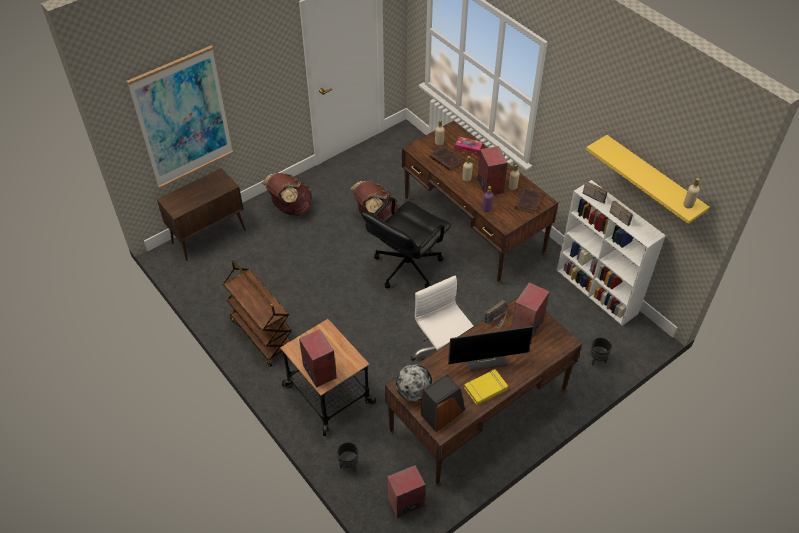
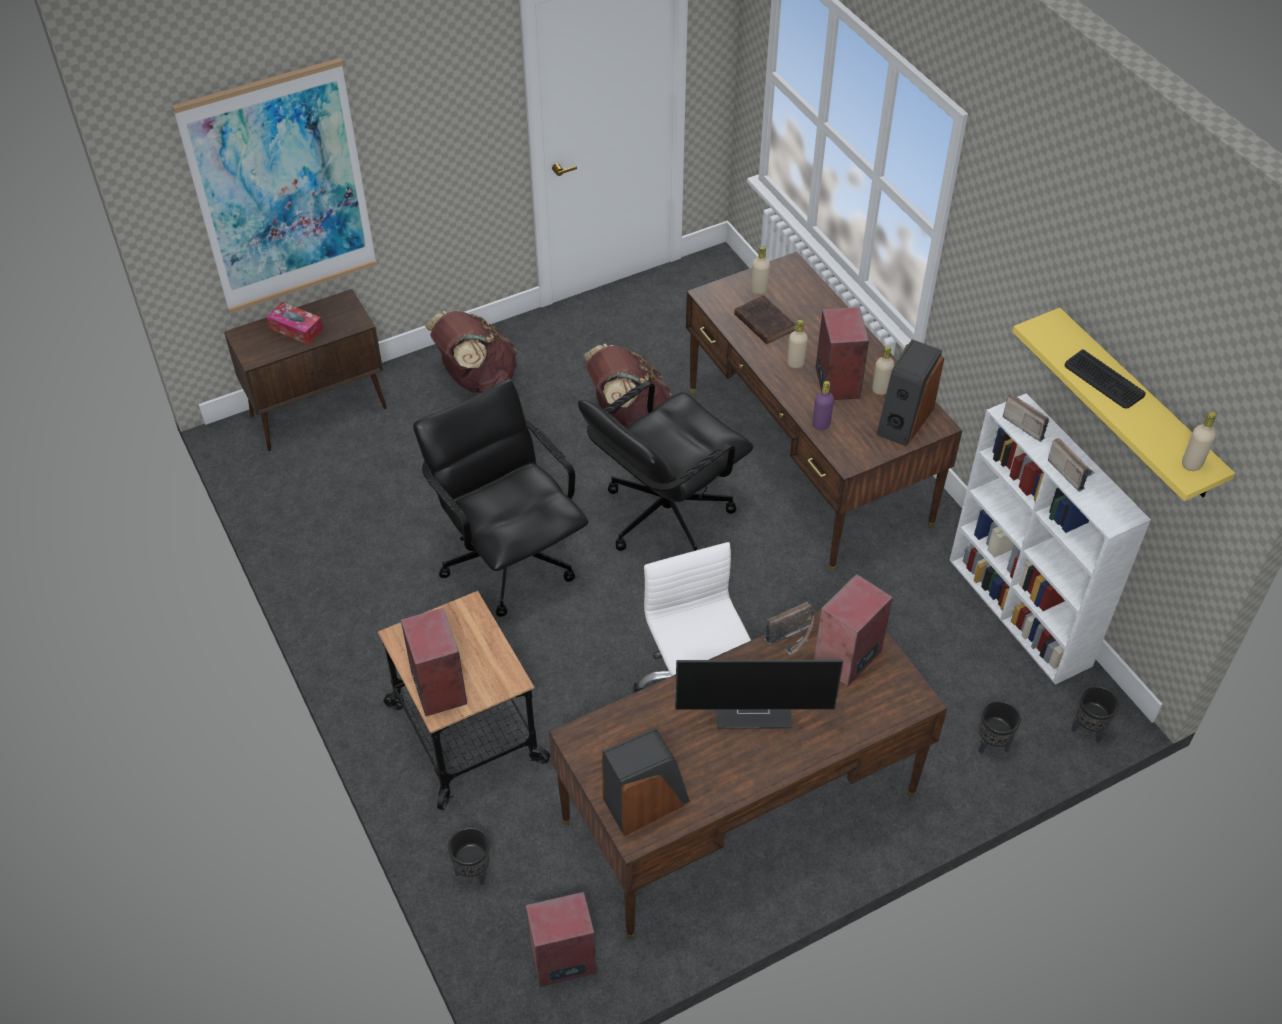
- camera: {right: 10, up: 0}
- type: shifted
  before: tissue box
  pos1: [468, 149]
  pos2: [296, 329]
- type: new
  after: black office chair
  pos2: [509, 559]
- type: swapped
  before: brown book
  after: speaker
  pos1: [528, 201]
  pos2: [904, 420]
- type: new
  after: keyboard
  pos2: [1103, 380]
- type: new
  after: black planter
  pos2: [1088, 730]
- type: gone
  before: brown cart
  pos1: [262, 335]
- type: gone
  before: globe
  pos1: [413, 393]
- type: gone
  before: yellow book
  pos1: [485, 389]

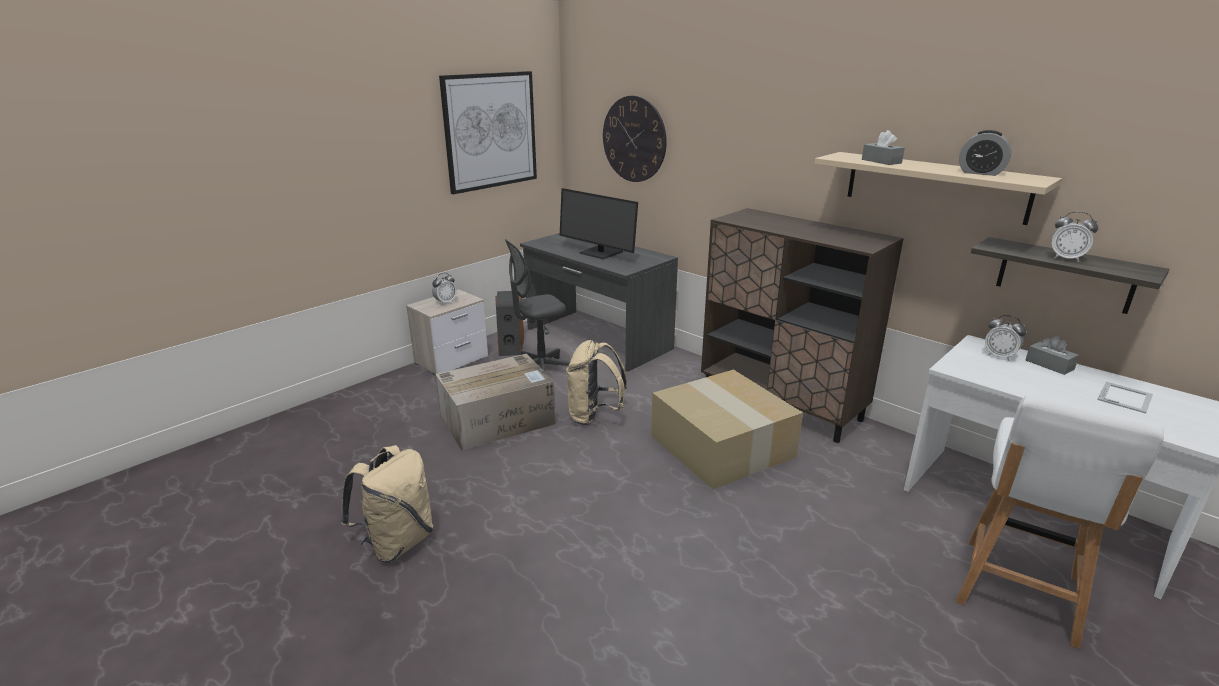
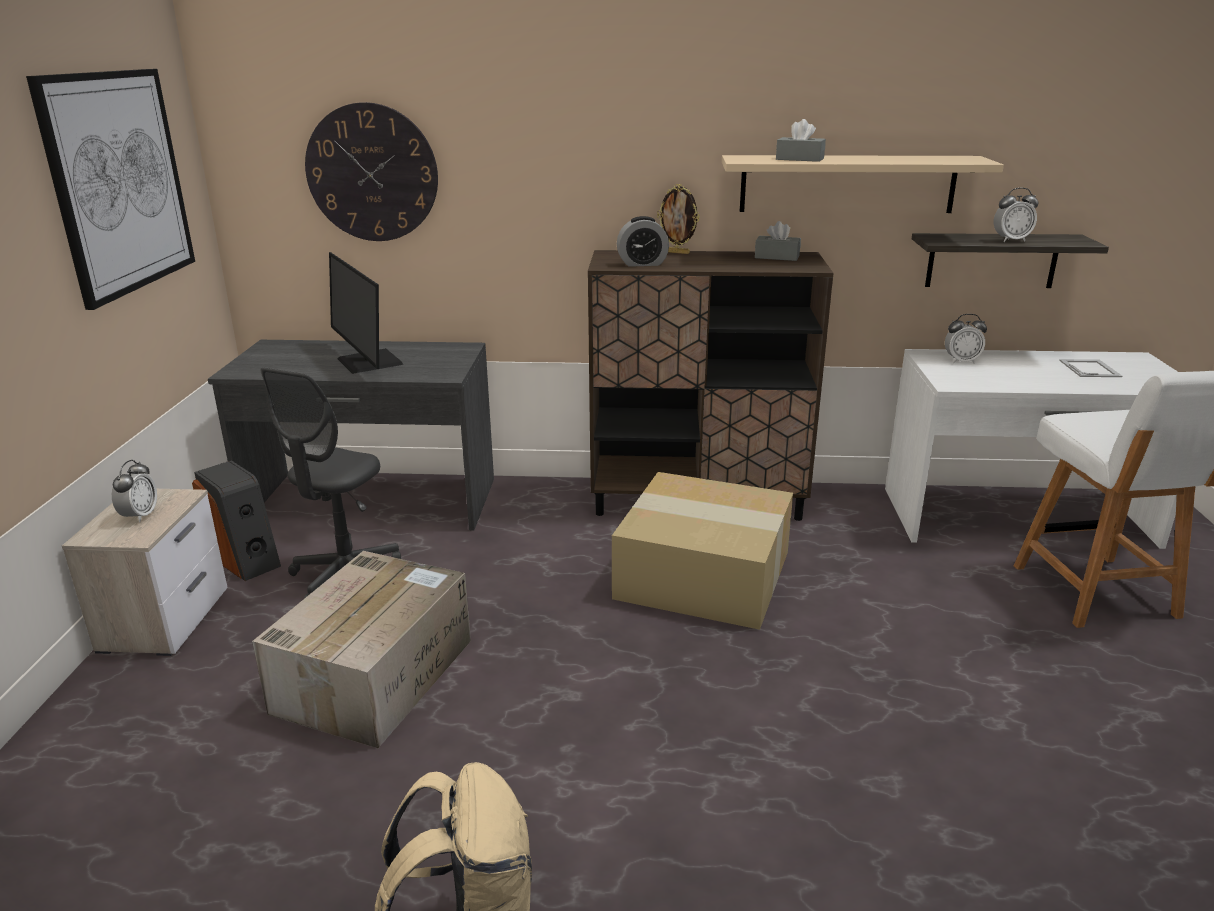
- camera: {right: -40, up: 0}
- type: rotated
  before: monitor
  pos1: [600, 253]
  pos2: [368, 362]
  turn: 60
- type: shifted
  before: alarm clock
  pos1: [980, 173]
  pos2: [642, 264]
- type: new
  after: picture frame
  pos2: [677, 252]
- type: shifted
  before: grey tissue box
  pos1: [1049, 365]
  pos2: [777, 257]
- type: gone
  before: beige backpack
  pos1: [594, 416]

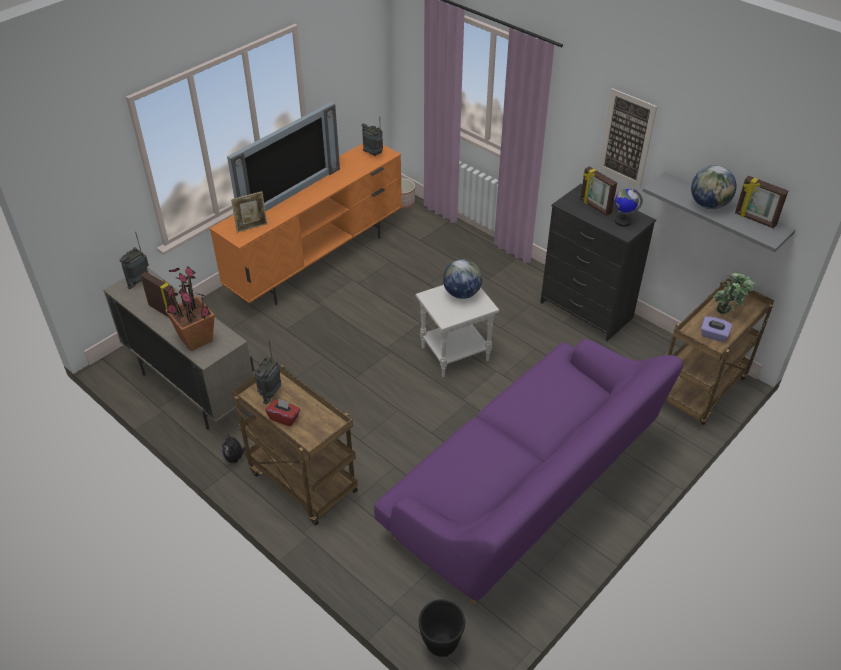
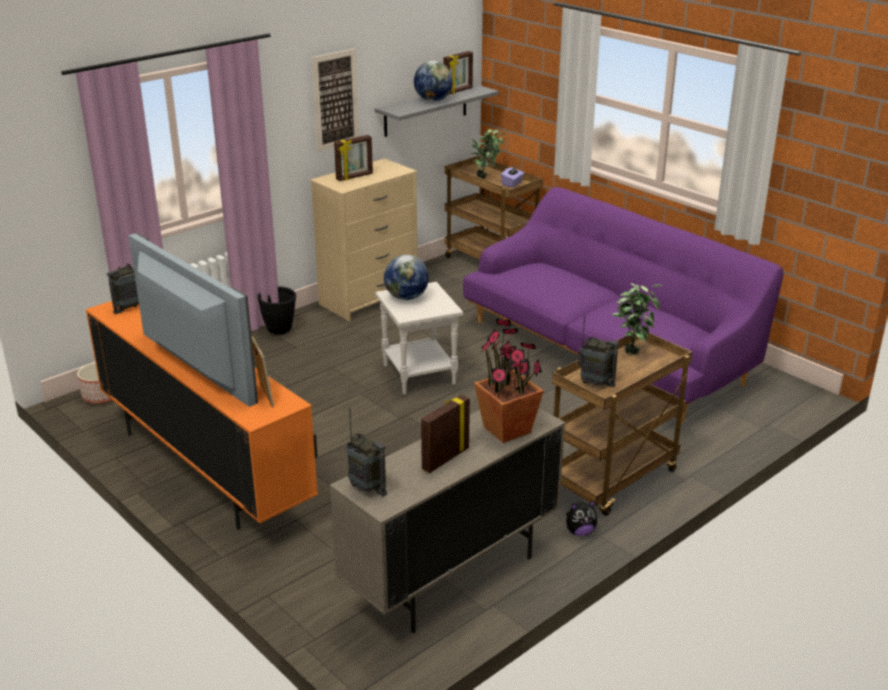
- camera: {right: -85, up: -15}
- type: shifted
  before: black planter
  pos1: [441, 645]
  pos2: [279, 330]
- type: repainted
  before: black dresser
  after: beige dresser
  pos1: [586, 310]
  pos2: [369, 299]
- type: new
  after: potted plant
  pos2: [632, 349]
- type: gone
  before: red tissue box
  pos1: [284, 418]
- type: gone
  before: globe
  pos1: [622, 221]

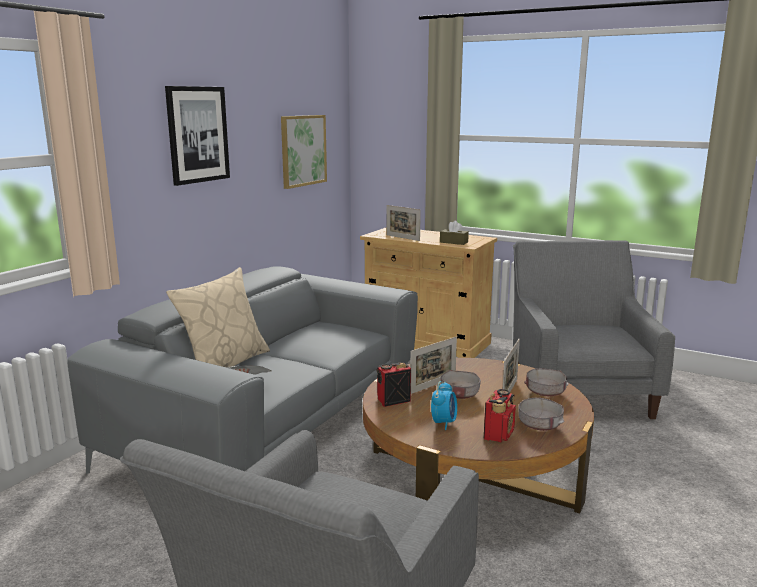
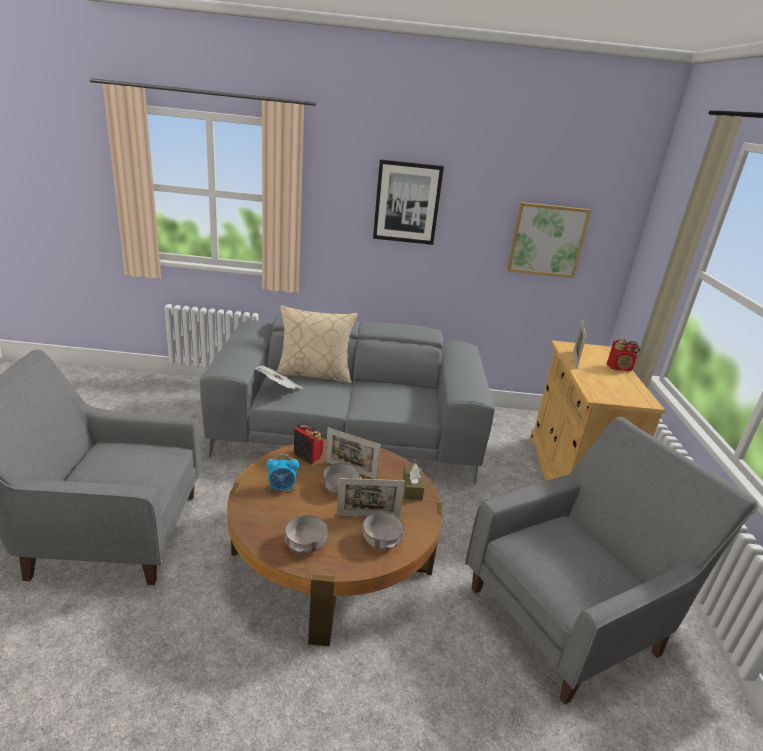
- camera: {right: 60, up: 10}
- type: shifted
  before: brown tissue box
  pos1: [453, 242]
  pos2: [412, 488]
- type: shifted
  before: radio
  pos1: [499, 434]
  pos2: [619, 368]

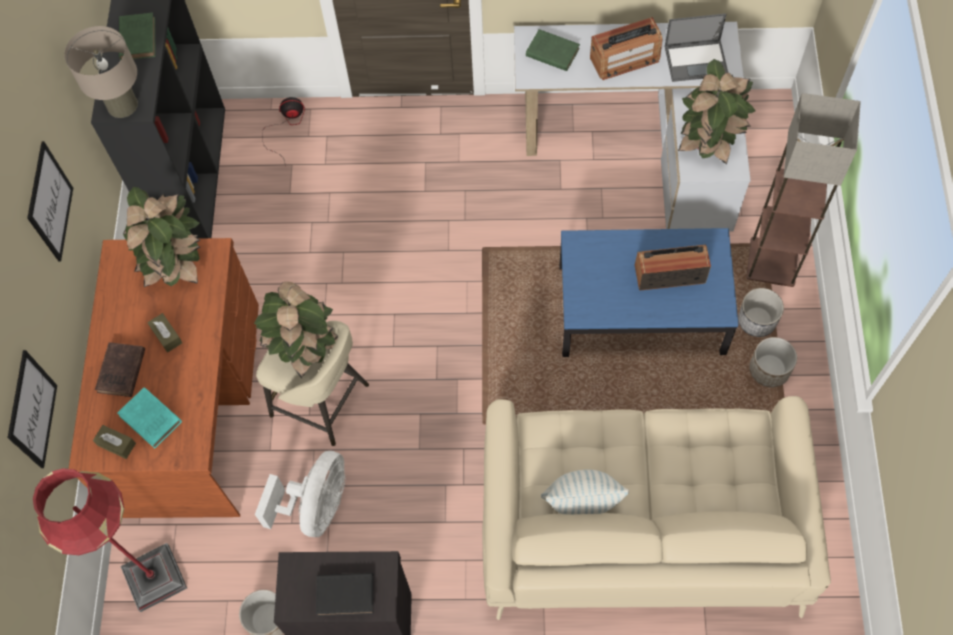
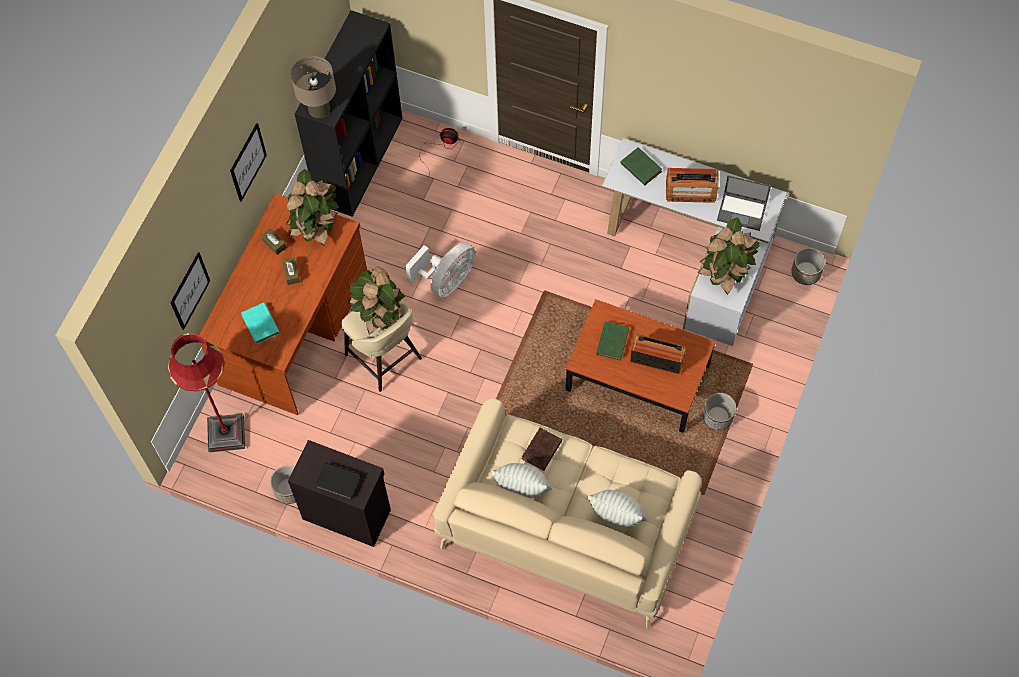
- camera: {right: 20, up: 0}
- type: shifted
  before: brown tissue box
  pos1: [116, 444]
  pos2: [274, 244]
- type: shifted
  before: white fan
  pos1: [317, 506]
  pos2: [446, 281]
- type: shifted
  before: brown book
  pos1: [121, 372]
  pos2: [541, 451]
- type: repainted
  before: blue coffee table
  after: brown coffee table
  pos1: [640, 309]
  pos2: [637, 378]
- type: new
  after: pillow
  pos2: [616, 516]
- type: shifted
  before: green book
  pos1: [138, 38]
  pos2: [612, 341]
- type: shifted
  before: planter
  pos1: [769, 370]
  pos2: [806, 273]
- type: gone
  before: floor lamp
  pos1: [773, 263]

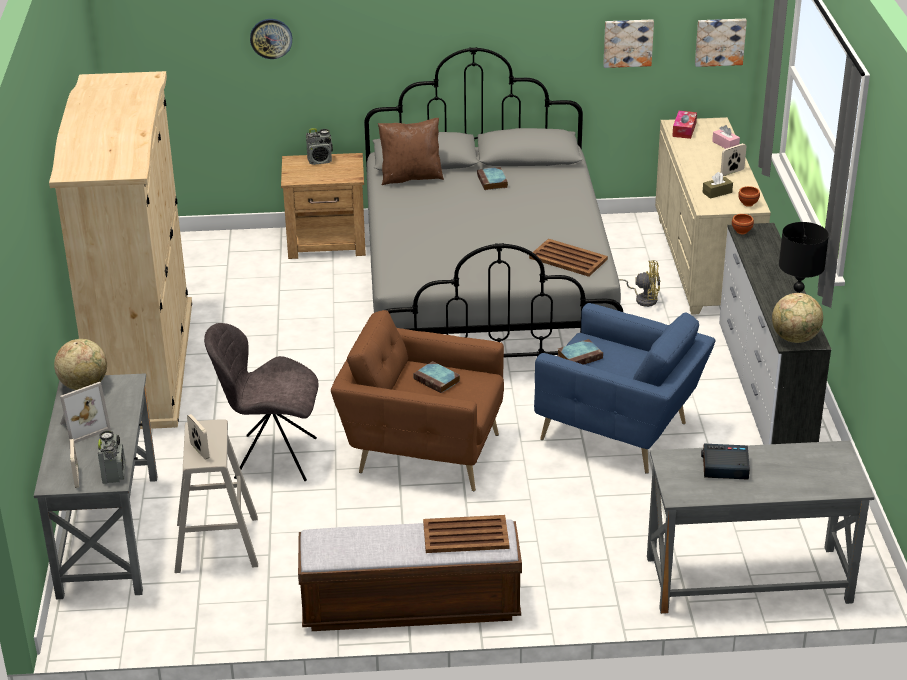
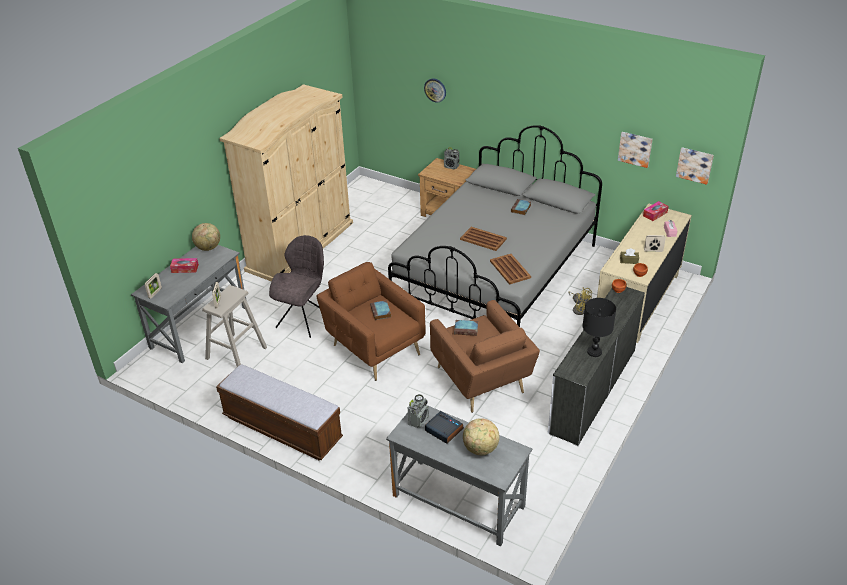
- camera: {right: 35, up: 5}
- type: swapped
  before: picture frame
  after: tissue box
  pos1: [82, 427]
  pos2: [185, 268]
- type: rotated
  before: grey chair
  pos1: [272, 458]
  pos2: [304, 319]
  turn: 75
- type: shifted
  before: radio
  pos1: [114, 473]
  pos2: [418, 420]
- type: repainted
  before: blue armchair
  after: brown armchair
  pos1: [619, 433]
  pos2: [481, 382]
- type: shifted
  before: brown tray
  pos1: [464, 535]
  pos2: [483, 239]
- type: shifted
  before: globe
  pos1: [795, 339]
  pos2: [480, 449]
- type: gone
  before: brown pillow
  pos1: [411, 177]

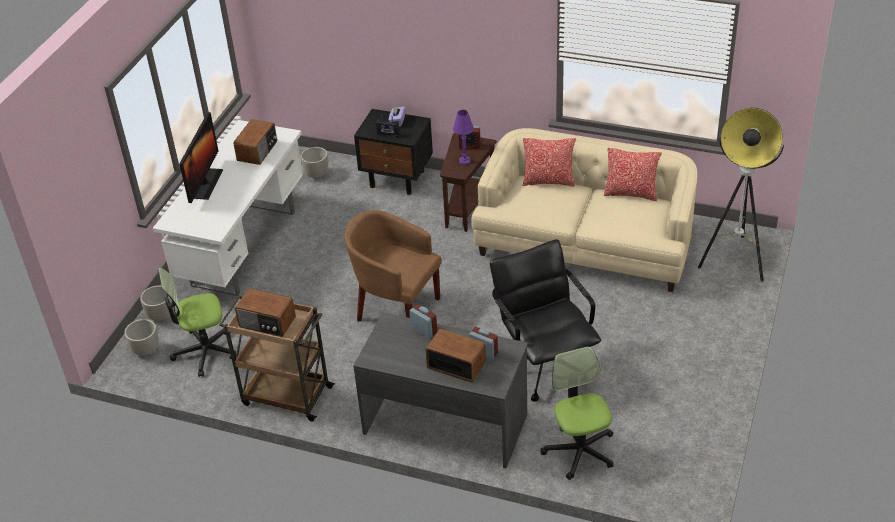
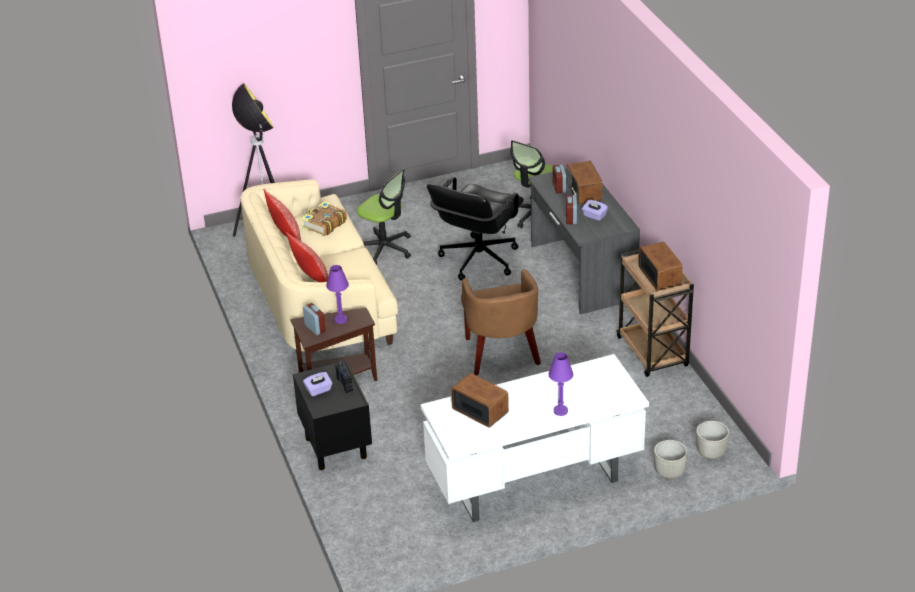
- camera: {right: -130, up: -5}
- type: new
  after: book
  pos2: [324, 224]
- type: shifted
  before: office chair
  pos1: [205, 351]
  pos2: [385, 248]
- type: rotated
  before: radio
  pos1: [258, 151]
  pos2: [480, 410]
  turn: 60
- type: swapped
  before: monitor
  after: purple table lamp
  pos1: [205, 183]
  pos2: [560, 411]
- type: new
  after: purple tissue box
  pos2: [594, 216]
- type: gone
  before: grey planter
  pos1: [316, 175]

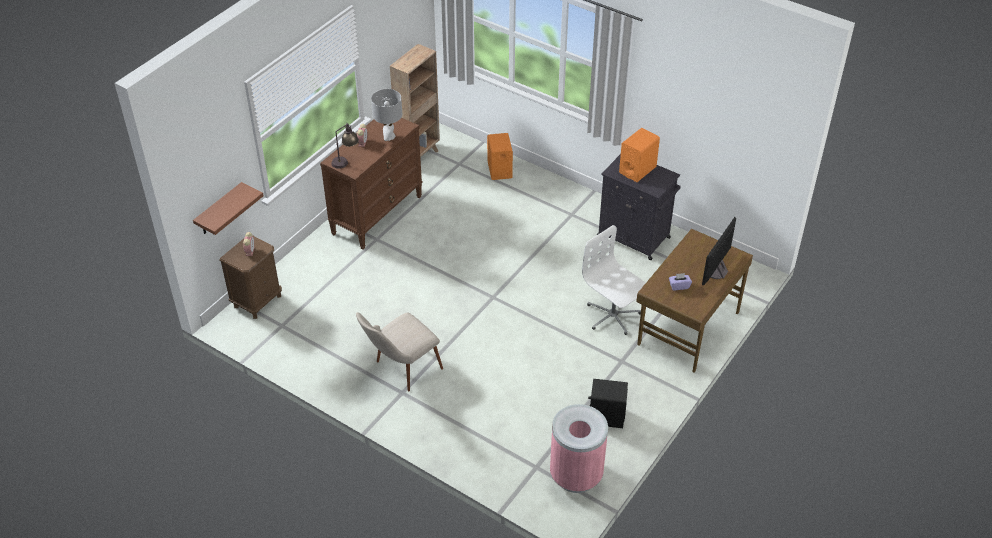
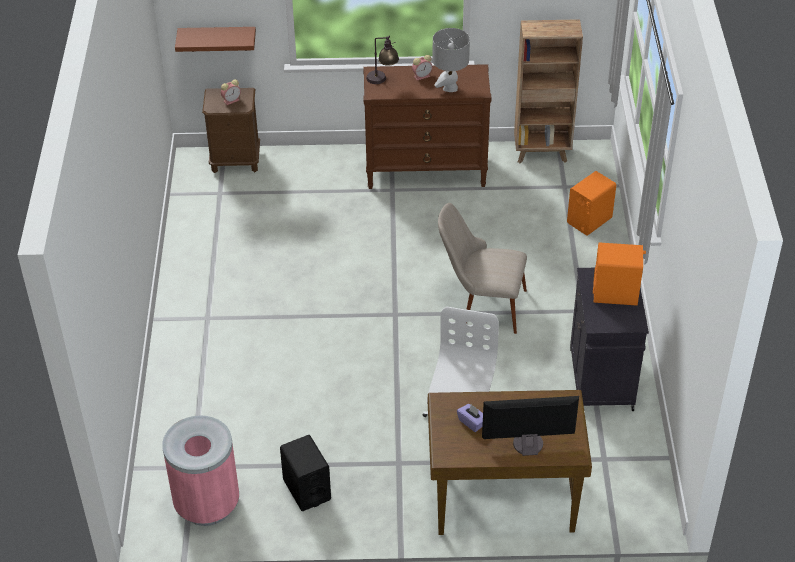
- camera: {right: 55, up: 0}
- type: shifted
  before: beige chair
  pos1: [400, 371]
  pos2: [481, 305]

